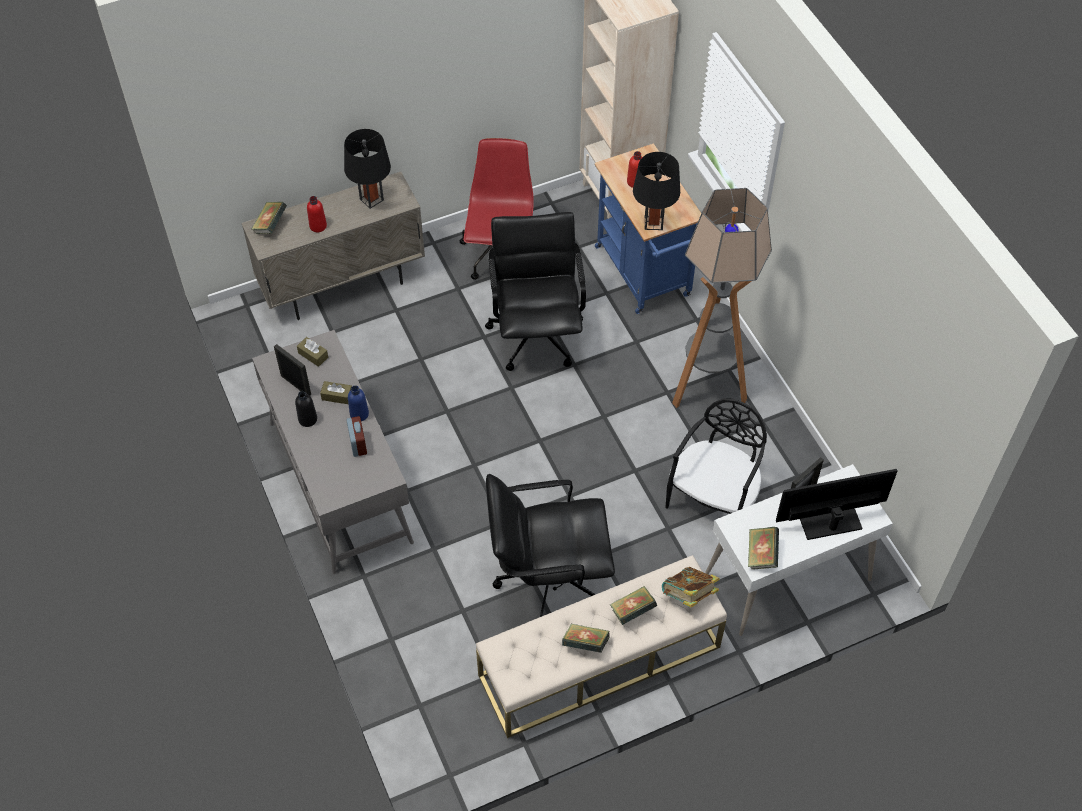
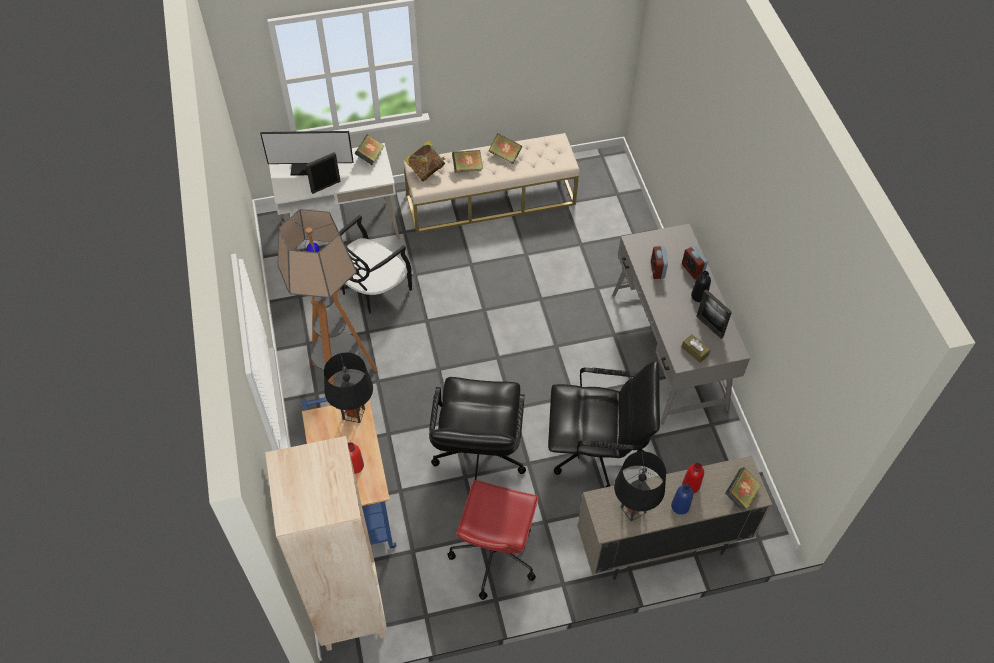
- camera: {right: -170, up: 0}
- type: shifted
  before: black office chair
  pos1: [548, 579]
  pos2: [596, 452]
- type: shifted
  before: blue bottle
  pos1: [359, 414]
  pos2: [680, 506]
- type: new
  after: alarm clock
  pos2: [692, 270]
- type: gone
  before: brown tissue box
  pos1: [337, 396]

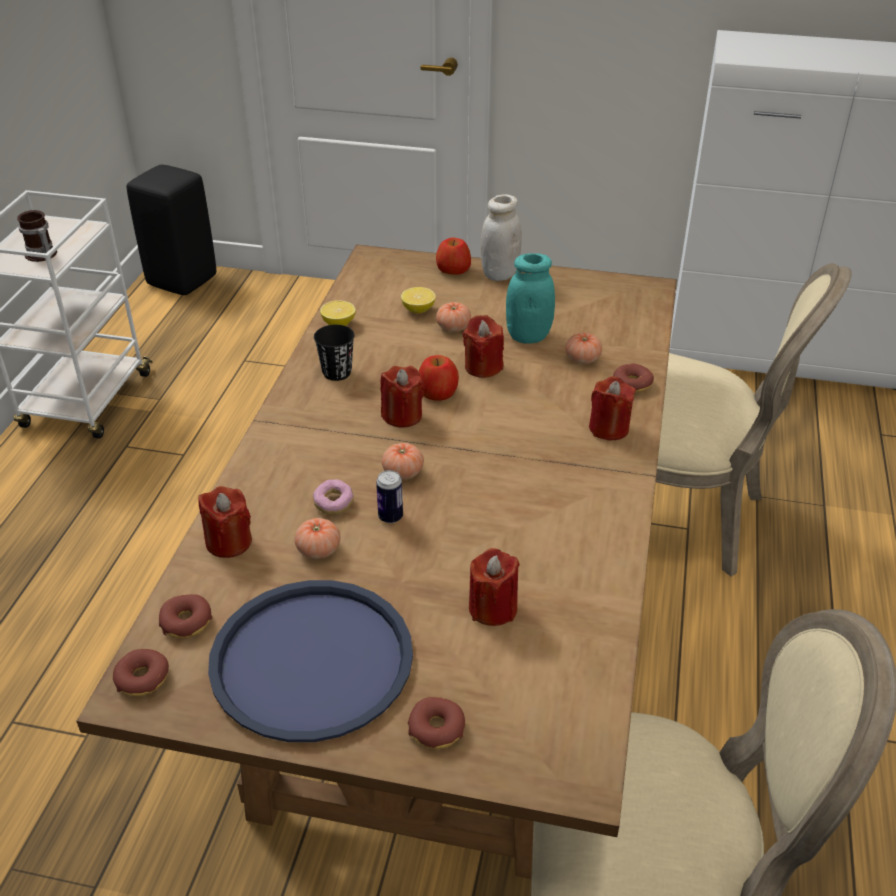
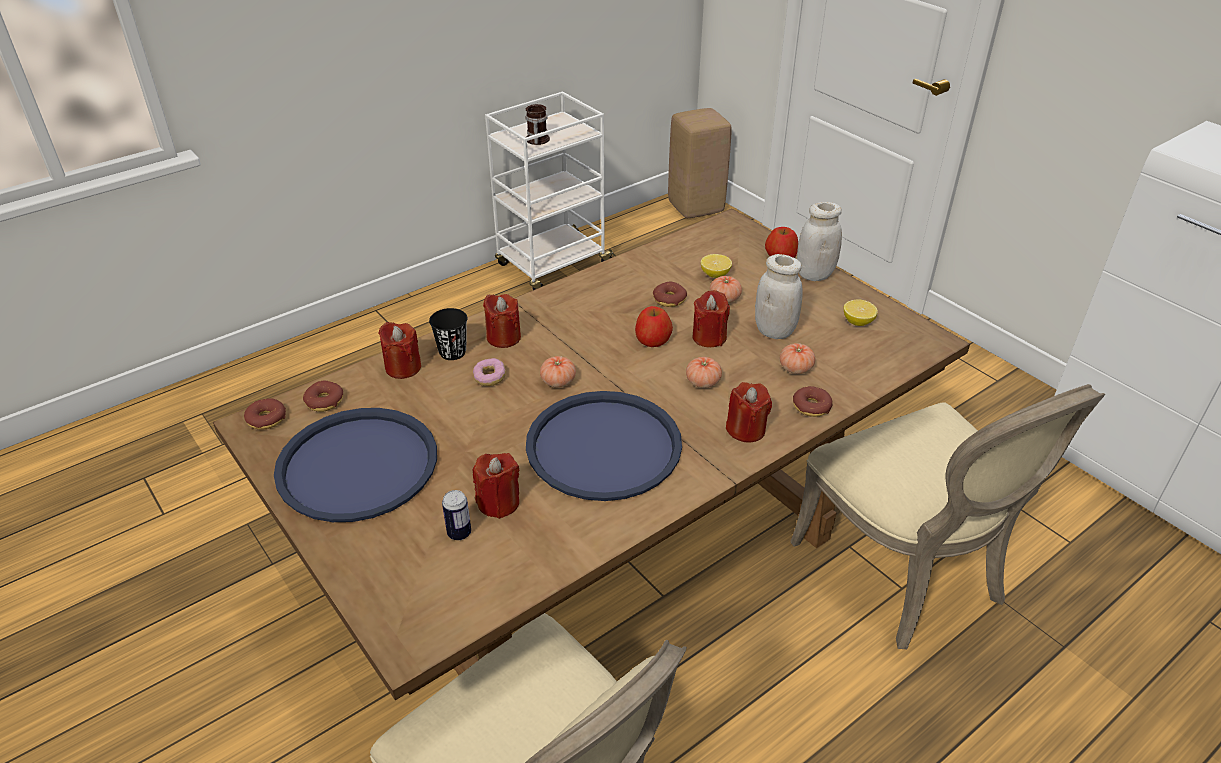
- camera: {right: 40, up: 0}
- type: shifted
  before: black cup
  pos1: [337, 372]
  pos2: [452, 352]
- type: shifted
  before: can
  pos1: [390, 517]
  pos2: [459, 533]
- type: shifted
  before: red candle
  pos1: [402, 415]
  pos2: [503, 337]
- type: new
  after: blue tray
  pos2: [603, 446]
- type: shifted
  before: donut
  pos1: [436, 729]
  pos2: [669, 299]
- type: repainted
  before: black stool
  after: beige stool
  pos1: [182, 280]
  pos2: [696, 207]
- type: shifted
  before: tomato
  pos1: [318, 550]
  pos2: [703, 382]
- type: repainted
  before: turquoise jar
  after: white jar
  pos1: [528, 336]
  pos2: [774, 331]
- type: shifted
  before: lemon
  pos1: [338, 323]
  pos2: [858, 322]

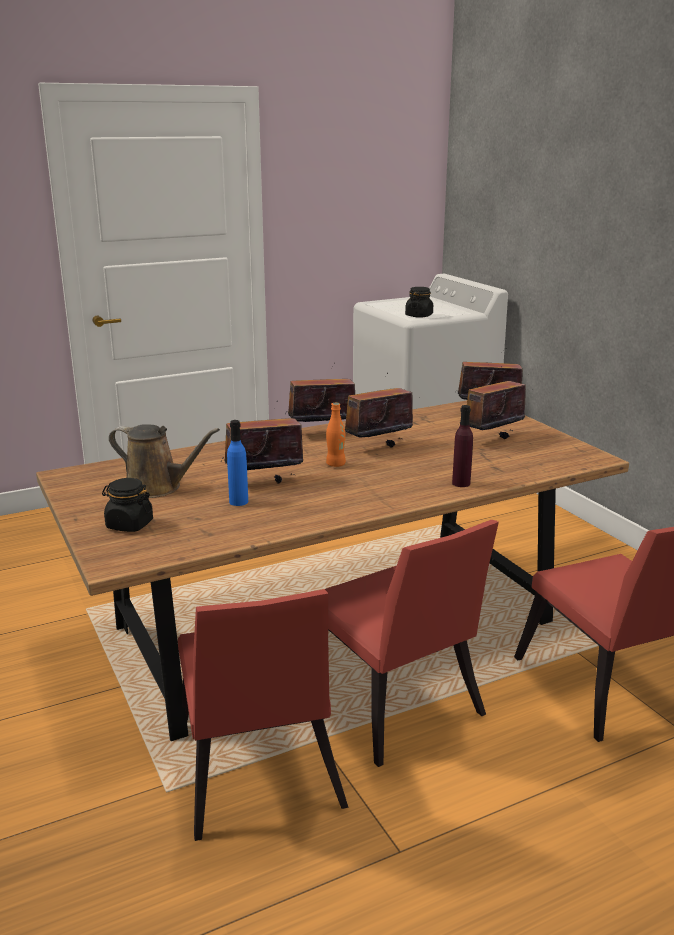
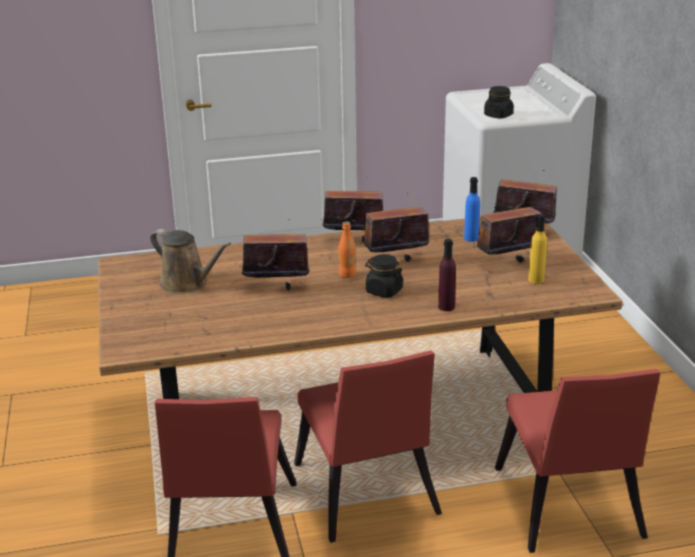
- camera: {right: 15, up: 5}
- type: shifted
  before: black jar
  pos1: [129, 525]
  pos2: [384, 291]
- type: shifted
  before: blue bottle
  pos1: [238, 501]
  pos2: [471, 238]
- type: new
  after: yellow bottle
  pos2: [536, 280]

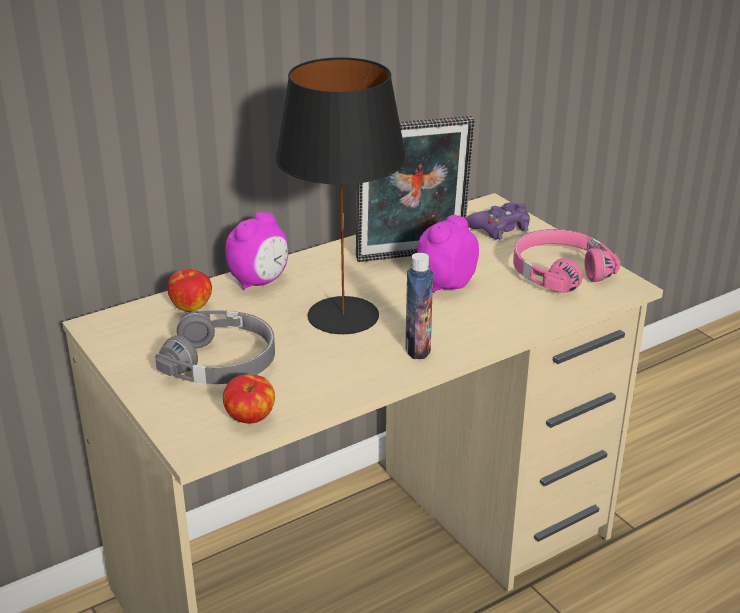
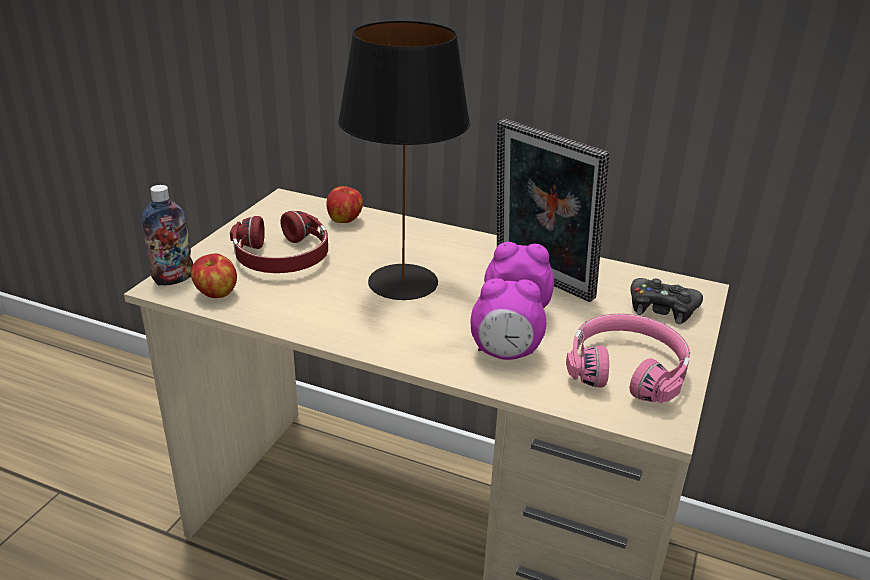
- camera: {right: 55, up: 0}
- type: shifted
  before: bottle
  pos1: [417, 348]
  pos2: [173, 278]
- type: repainted
  before: grey headphones
  after: red headphones
  pos1: [222, 362]
  pos2: [282, 257]
- type: shifted
  before: alarm clock
  pos1: [259, 281]
  pos2: [505, 354]
- type: repainted
  before: purple game controller
  after: black game controller
  pos1: [500, 228]
  pos2: [662, 308]

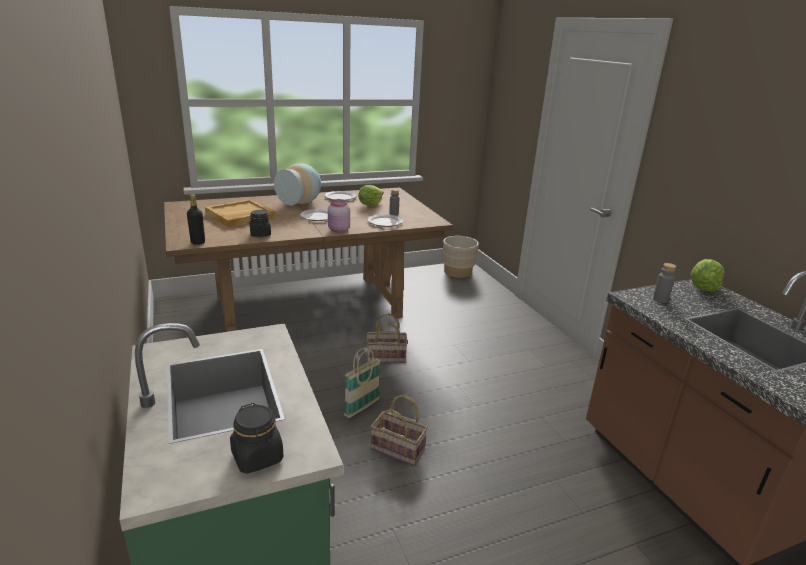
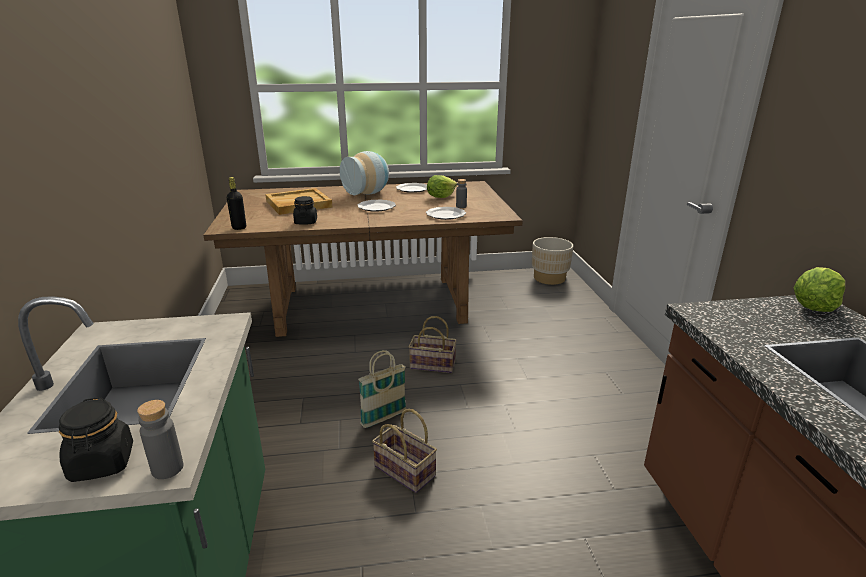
- camera: {right: 15, up: 0}
- type: shifted
  before: grey bottle
  pos1: [660, 299]
  pos2: [167, 468]
- type: gone
  before: pink jar
  pos1: [338, 230]

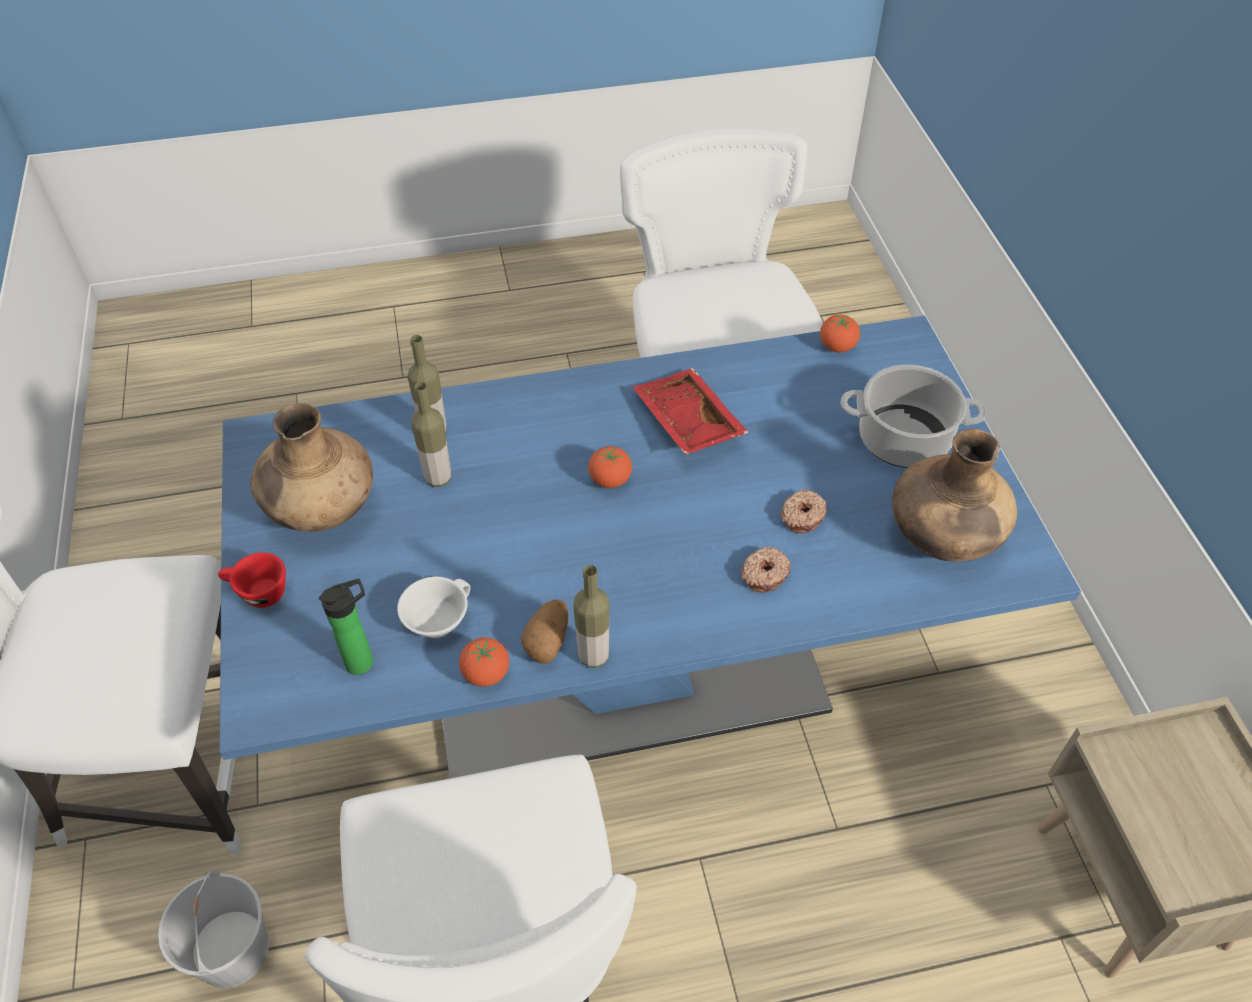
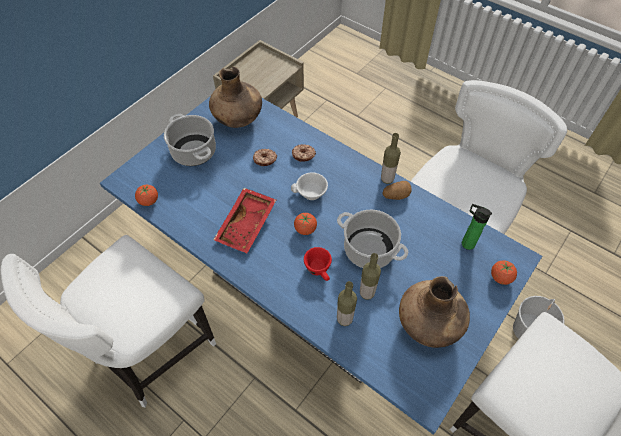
- camera: {right: -130, up: 5}
- type: shifted
  before: white cup
  pos1: [436, 618]
  pos2: [310, 194]
- type: shifted
  before: red cup
  pos1: [257, 593]
  pos2: [319, 270]
- type: new
  after: cooking pot
  pos2: [368, 249]
- type: shifted
  before: tomato
  pos1: [486, 673]
  pos2: [500, 277]

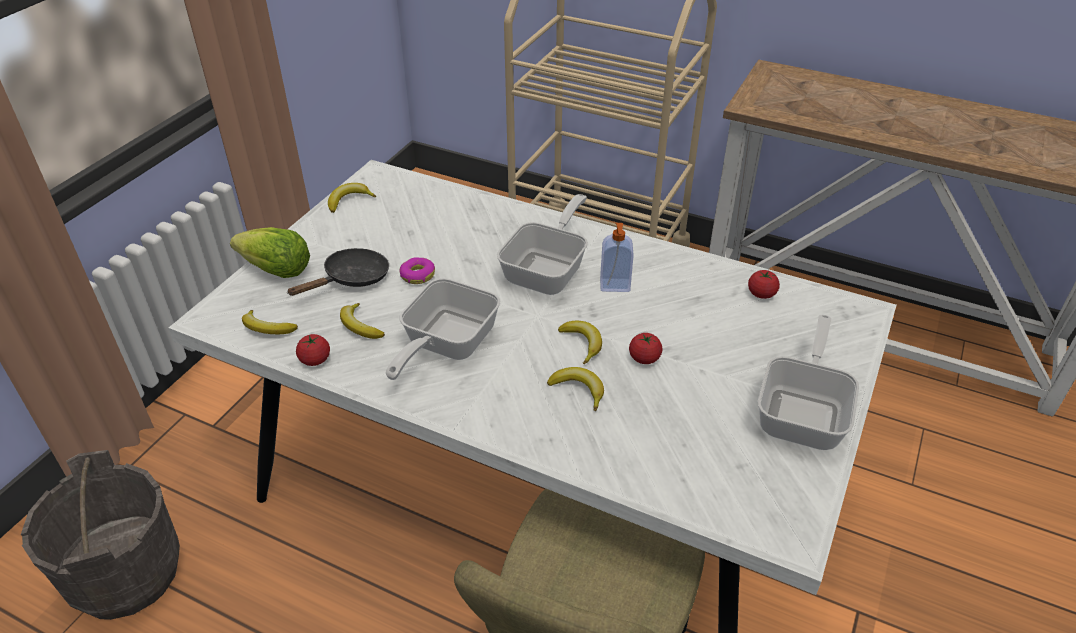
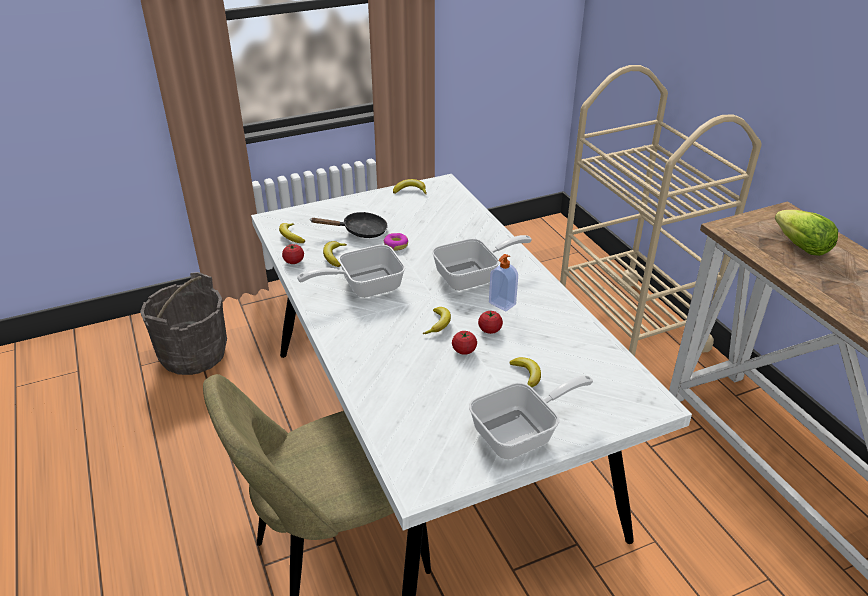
- camera: {right: 40, up: -5}
- type: shifted
  before: tomato
  pos1: [761, 294]
  pos2: [490, 330]
- type: shifted
  before: banana
  pos1: [579, 390]
  pos2: [526, 376]
- type: shifted
  before: lettuce
  pos1: [277, 271]
  pos2: [801, 247]

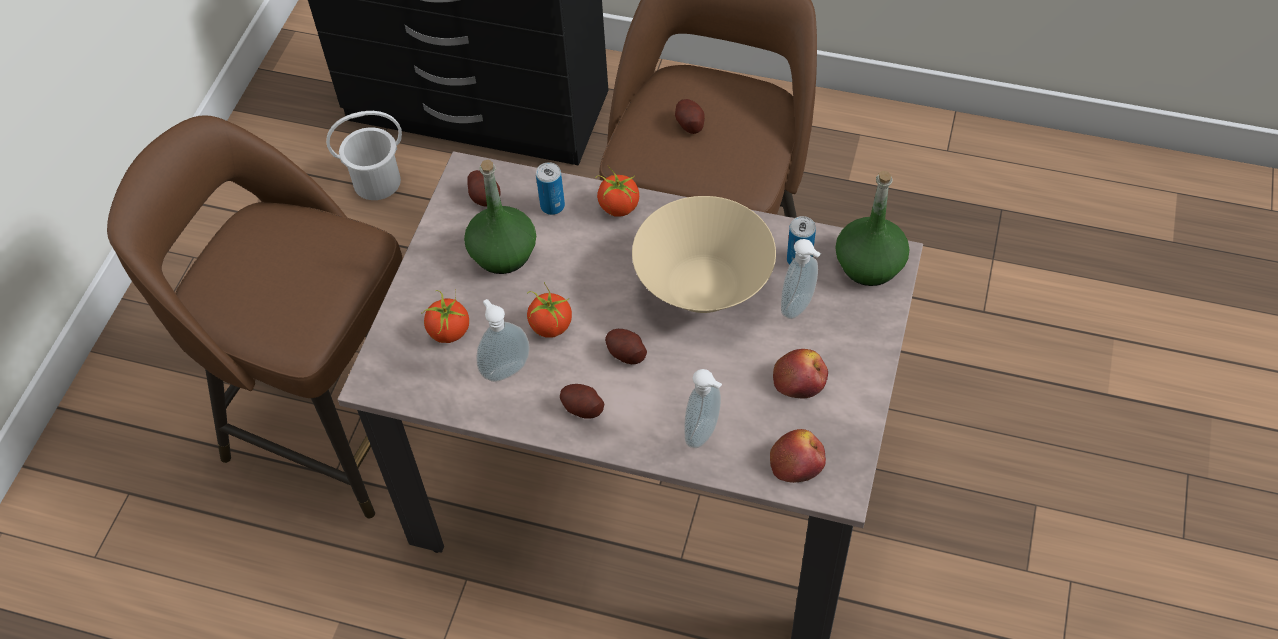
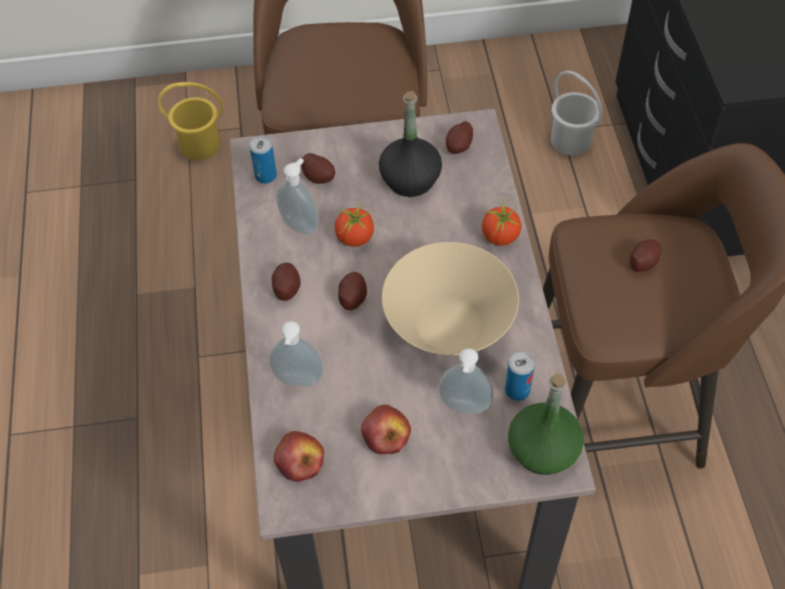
- camera: {right: 65, up: 0}
- type: new
  after: yellow bucket
  pos2: [199, 144]
- type: shifted
  before: can
  pos1: [552, 206]
  pos2: [266, 176]
- type: swapped
  before: tomato
  after: potato
  pos1: [449, 331]
  pos2: [319, 177]
- type: repainted
  before: green bottle
  after: black bottle
  pos1: [503, 253]
  pos2: [410, 180]

